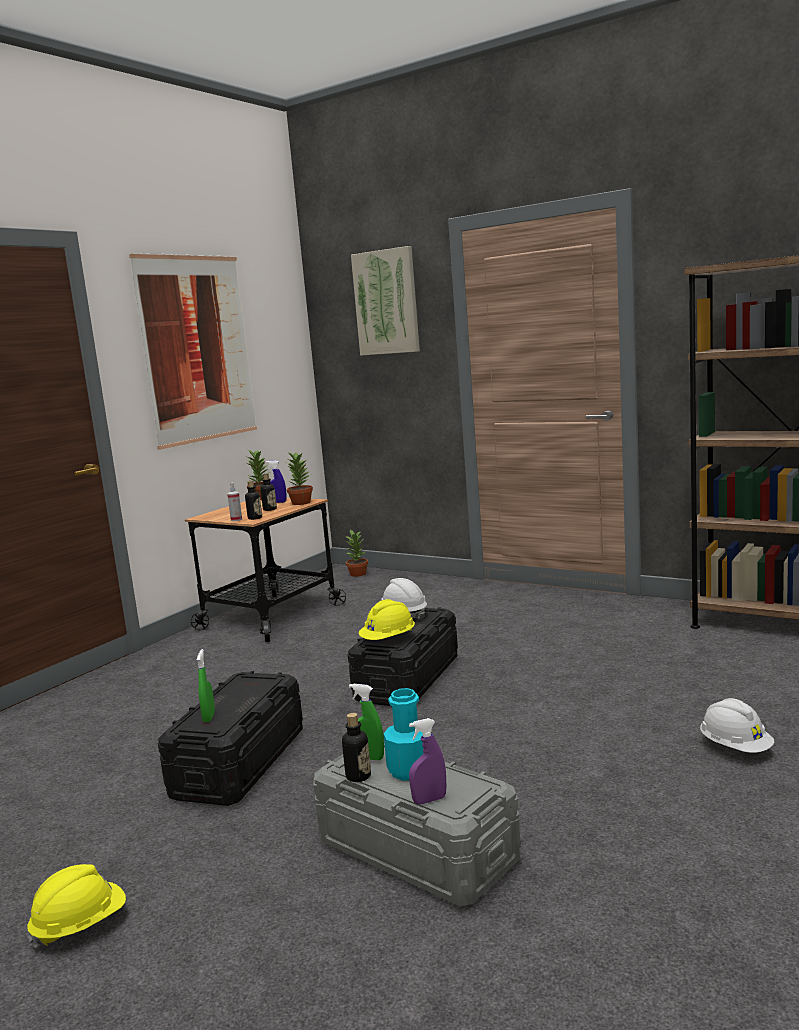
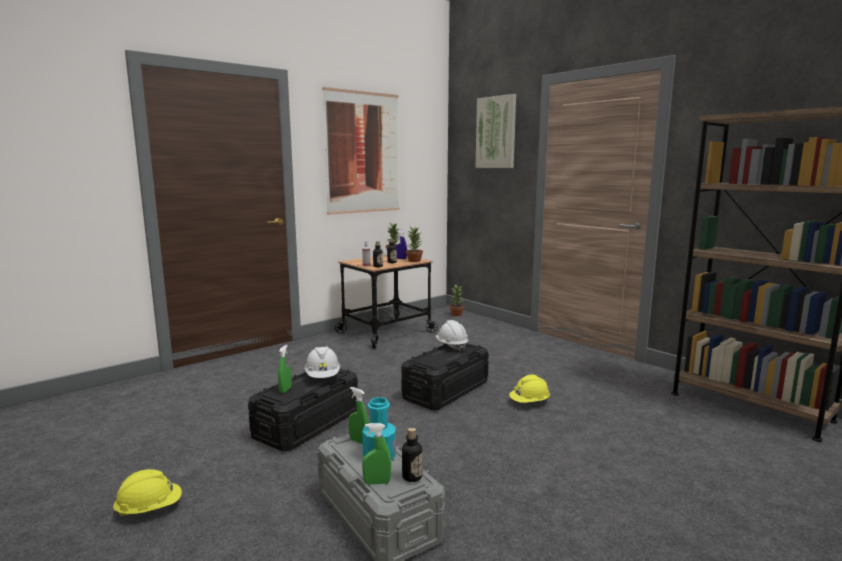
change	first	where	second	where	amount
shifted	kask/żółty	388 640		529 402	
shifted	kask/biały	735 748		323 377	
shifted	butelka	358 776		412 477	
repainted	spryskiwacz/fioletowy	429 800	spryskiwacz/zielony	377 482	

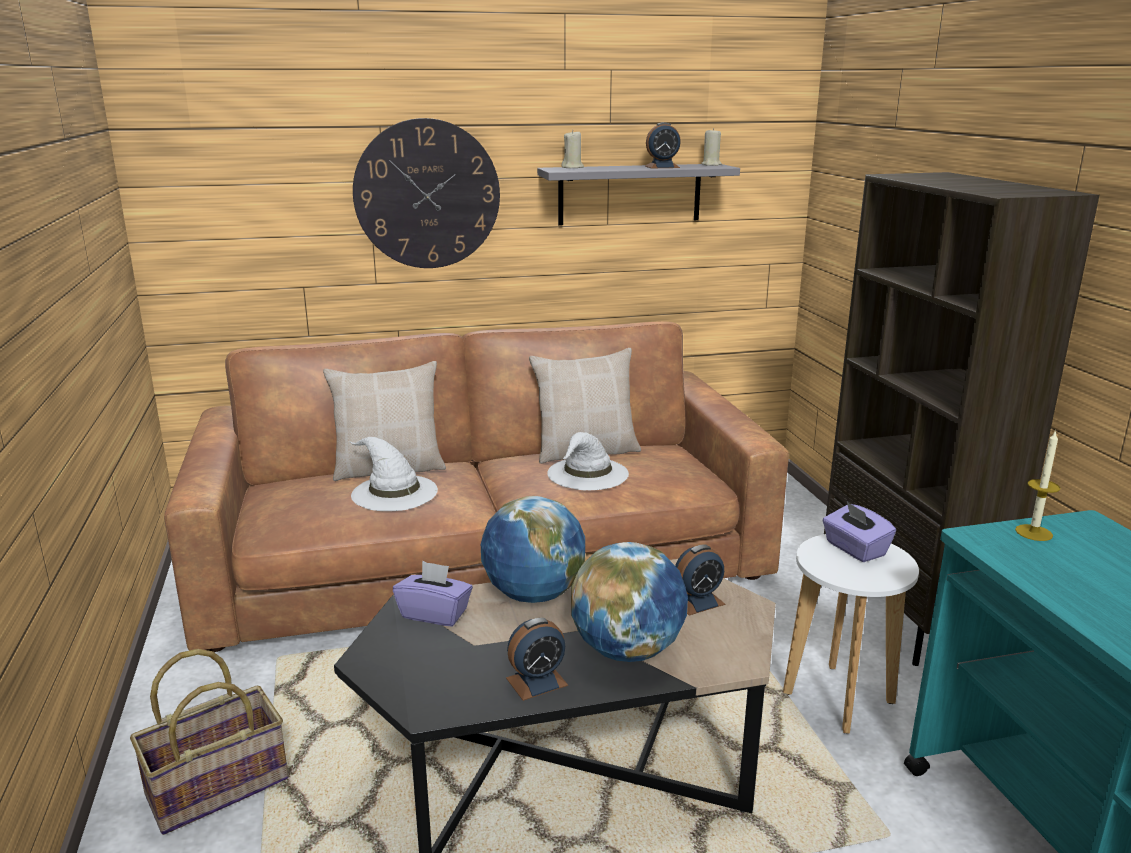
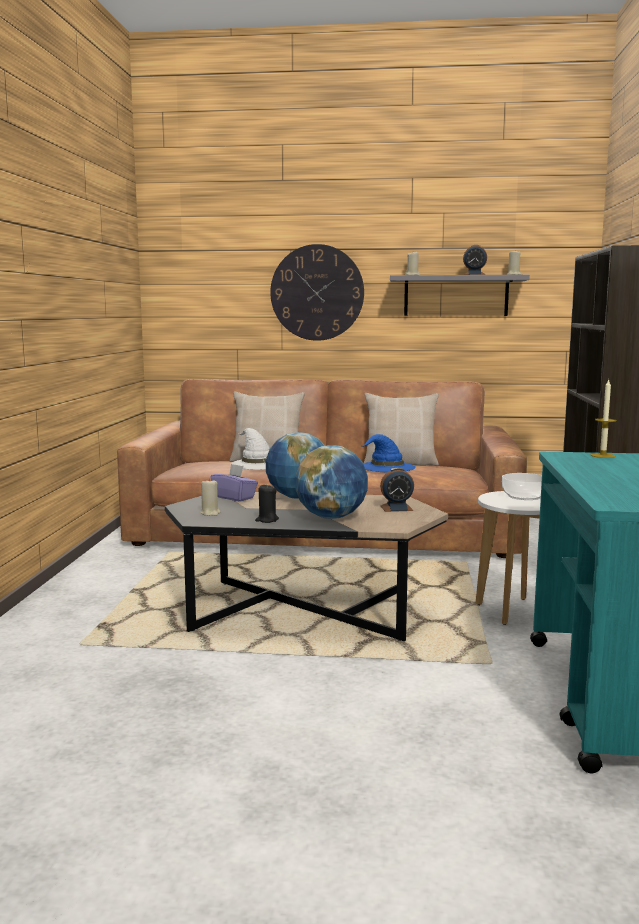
change	first	where	second	where	amount
repainted	kapelusz/biały	587 474	kapelusz/niebieski	387 467	
swapped	pudełko chusteczek/fioletowy	855 549	miska	524 496	
swapped	budzik	536 681	świeca/czarny	267 520	
gone	koszyk	217 785			
new			świeca/beżowy	210 513	

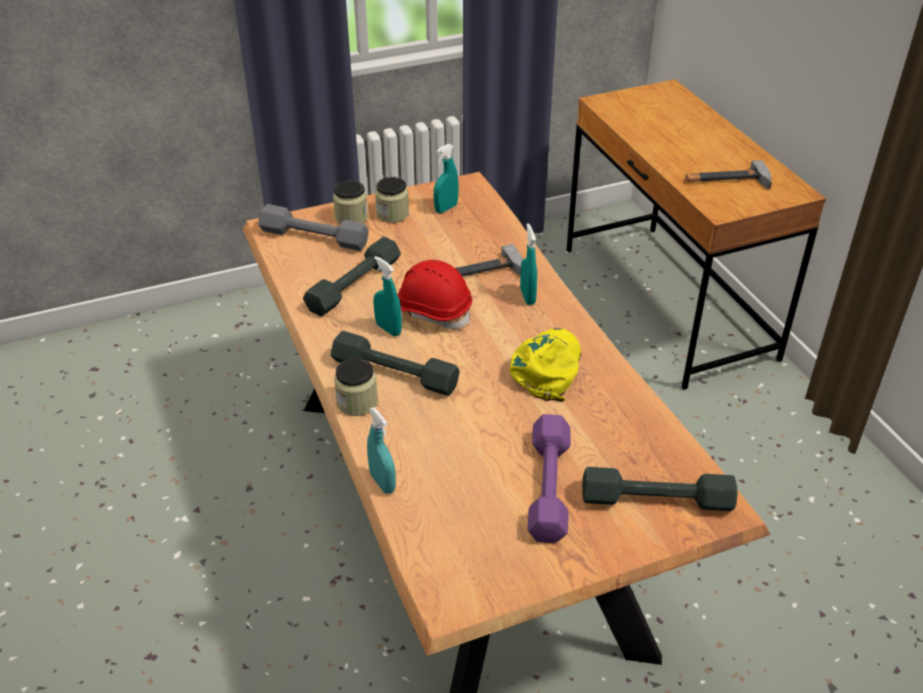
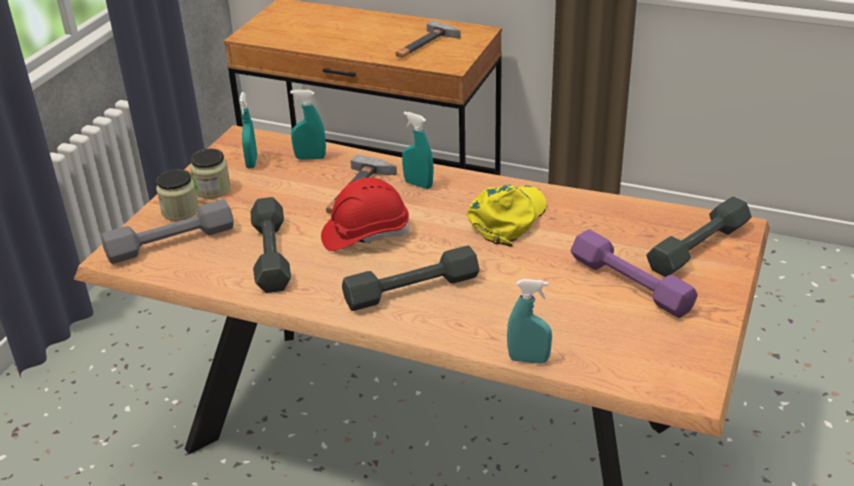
change	first	where	second	where	amount
shifted	spryskiwacz/turkusowy	388 329		310 158	
rotated	czapka z daszkiem/żółty	547 367		508 218	60 degrees clockwise
gone	słoik	357 402			

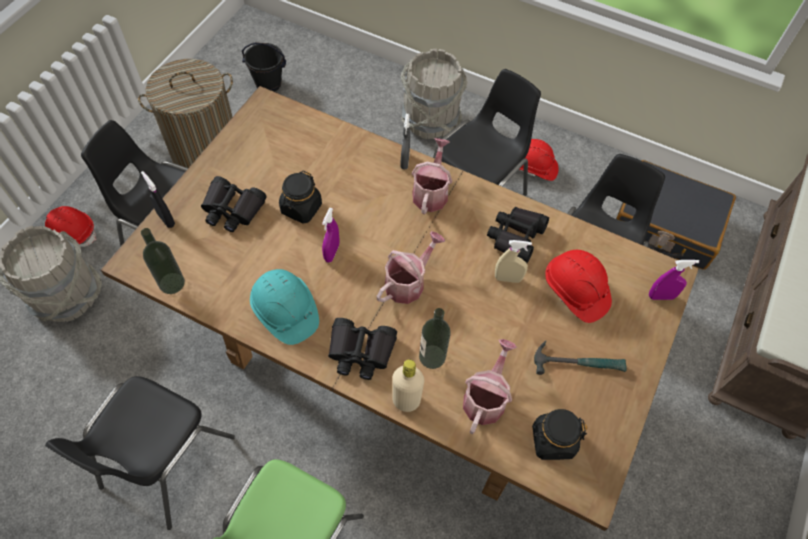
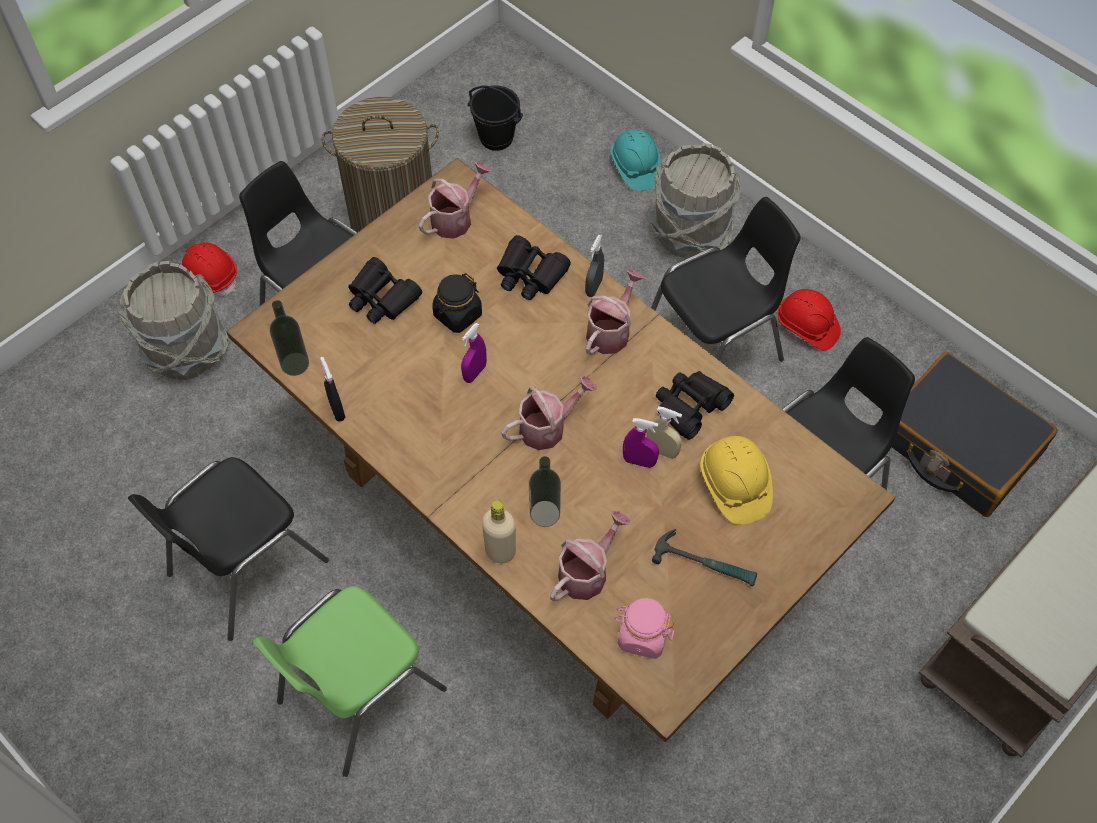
change	first	where	second	where	amount
shifted	spryskiwacz/czarny	166 219		337 410	
repainted	kask/czerwony	575 292	kask/żółty	734 486	
shifted	spryskiwacz/fioletowy	661 296		639 461	
shifted	kask/turkusowy	285 312		635 168	
shifted	lornetka/czarny	360 352		530 275	
repainted	słoik/czarny	552 440	słoik/różowy	642 635	
new			konewka	455 218	

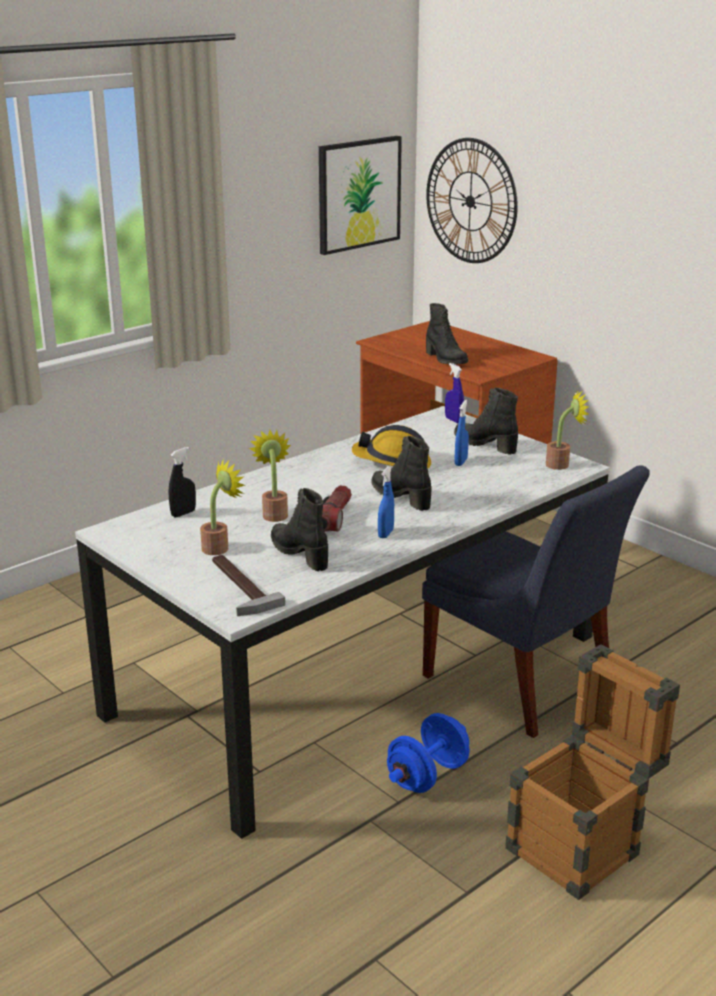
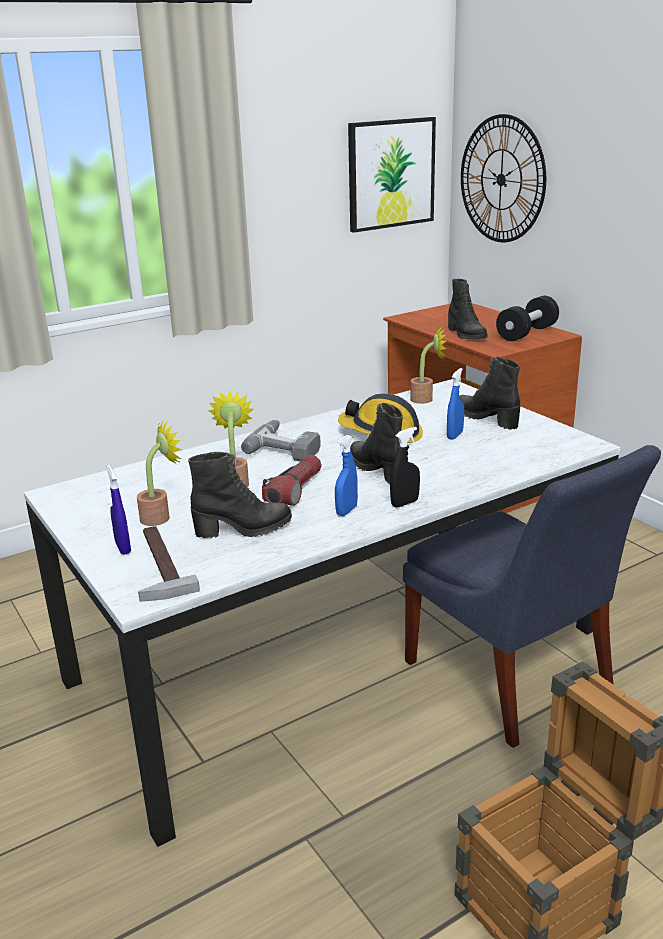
change	first	where	second	where	amount
shifted	spryskiwacz/niebieski	453 420		123 547	
shifted	roślina doniczkowa	562 464		426 399	
shifted	spryskiwacz/czarny	183 513		405 503	
rotated	but z cholewką/czarny	300 554		243 529	105 degrees clockwise
gone	hantel/niebieski	427 776			
new			hantel/czarny	527 333	
new			wiertarka	287 447	

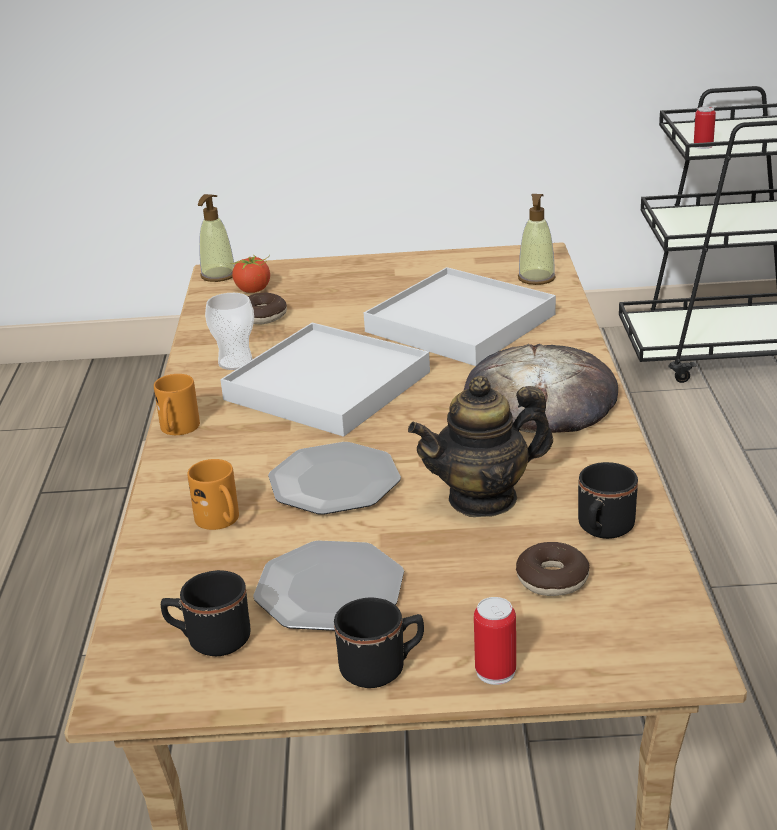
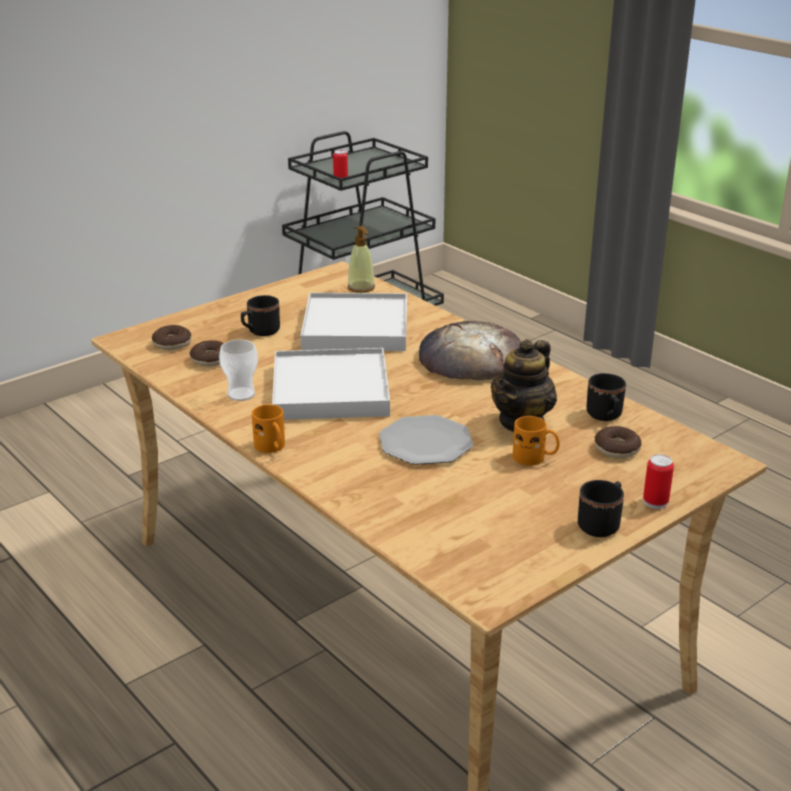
change	first	where	second	where	amount
gone	dozownik mydła	218 275			
swapped	pomidor	253 290	donut	172 344	
shifted	kubek/pomarańczowy	221 521		535 458	
gone	talerz	330 589			
shifted	kubek/czarny	209 640		260 332	

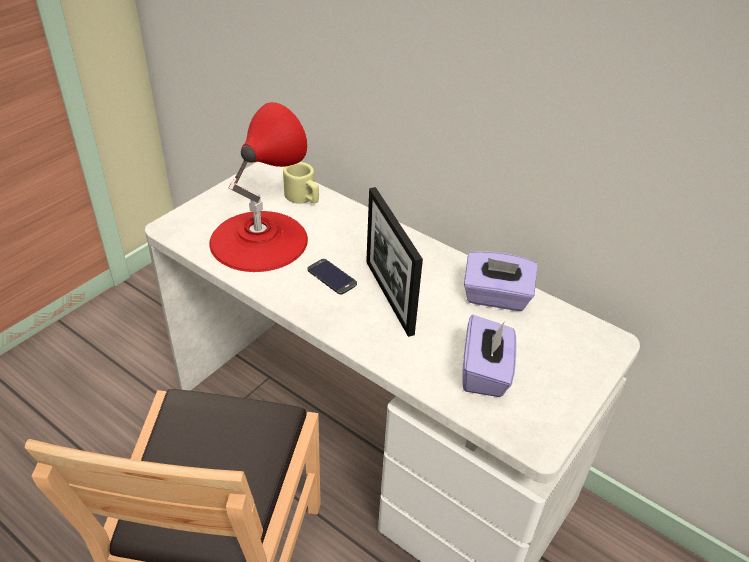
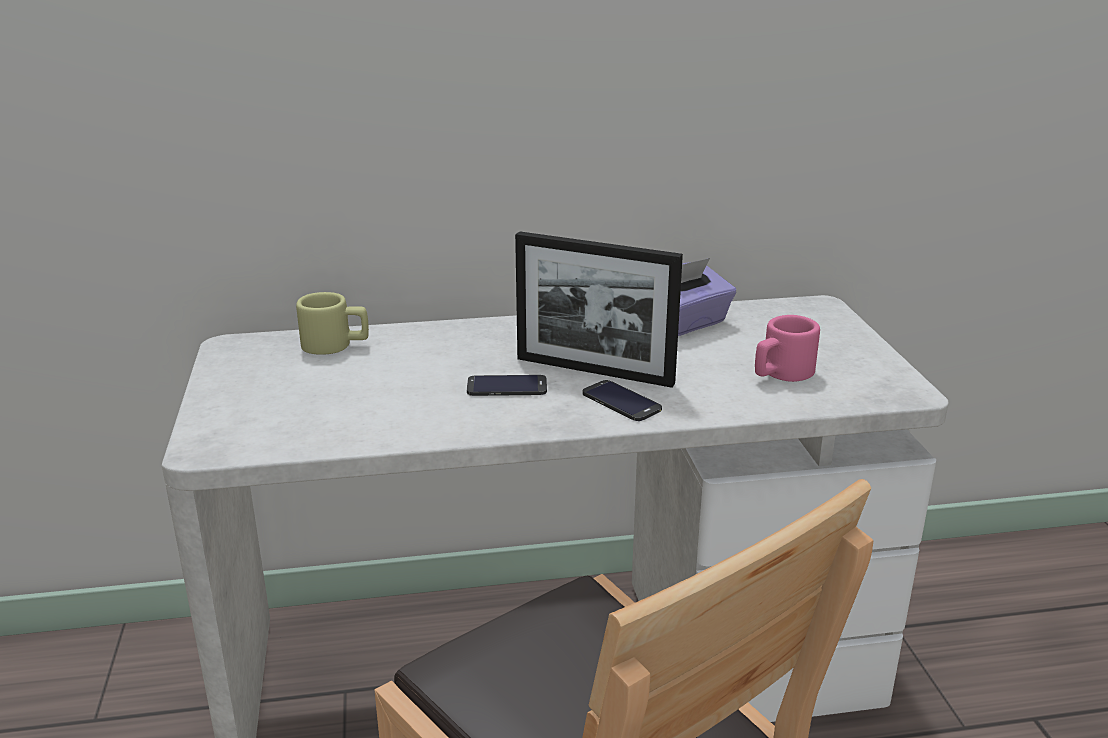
change	first	where	second	where	amount
gone	lampa stołowa/czerwony	258 240			
swapped	pudełko chusteczek/fioletowy	485 372	kubek/różowy	781 373	
new			telefon	621 401	

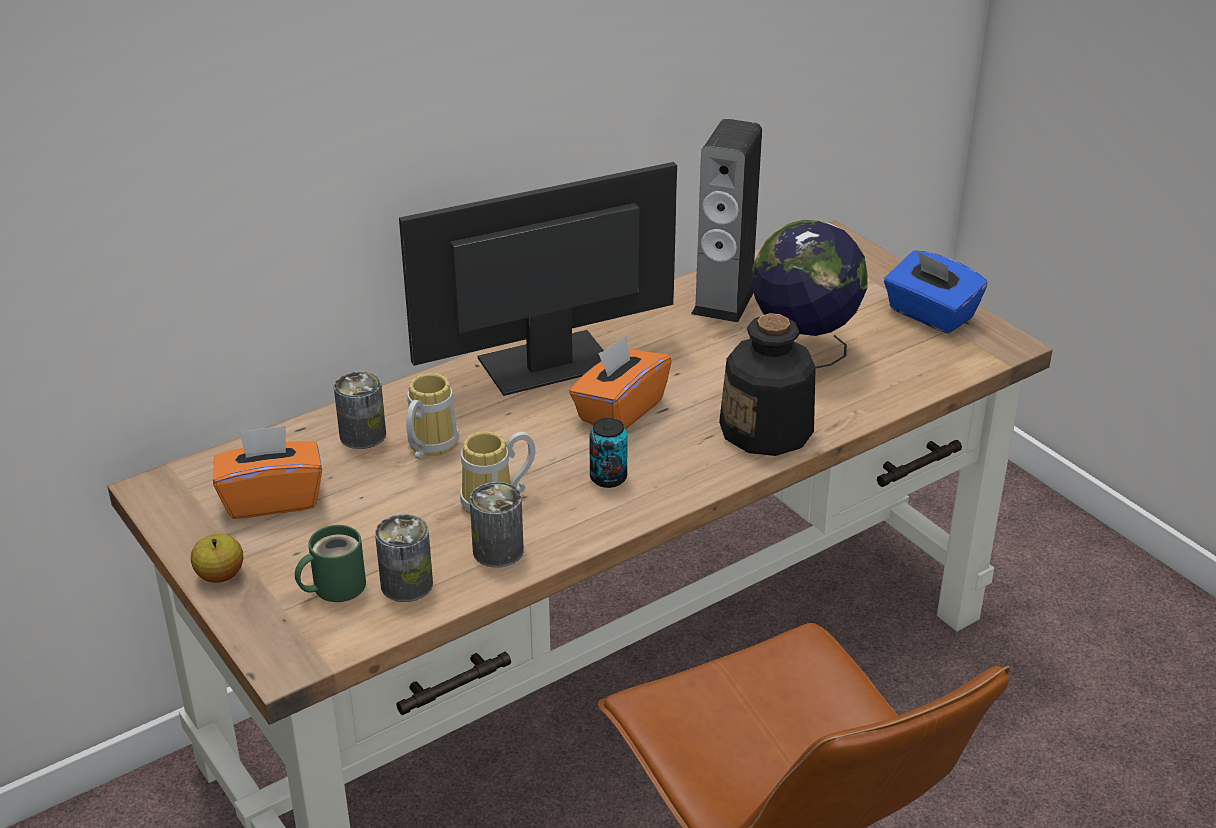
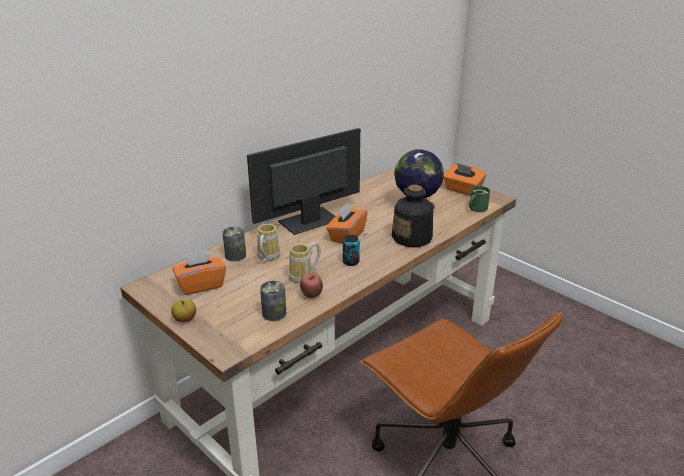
change	first	where	second	where	amount
gone	głośnik	724 300			
repainted	pudełko chusteczek/niebieski	930 315	pudełko chusteczek/pomarańczowy	462 190	
swapped	puszka	498 551	jabłko	311 295	
shifted	kubek/zielony	334 586		476 208	

